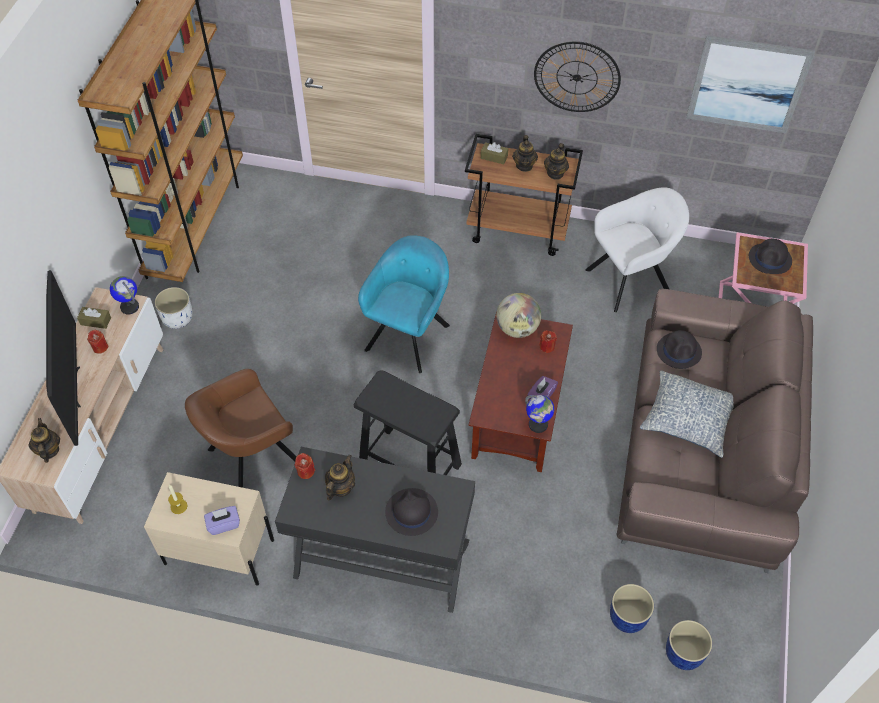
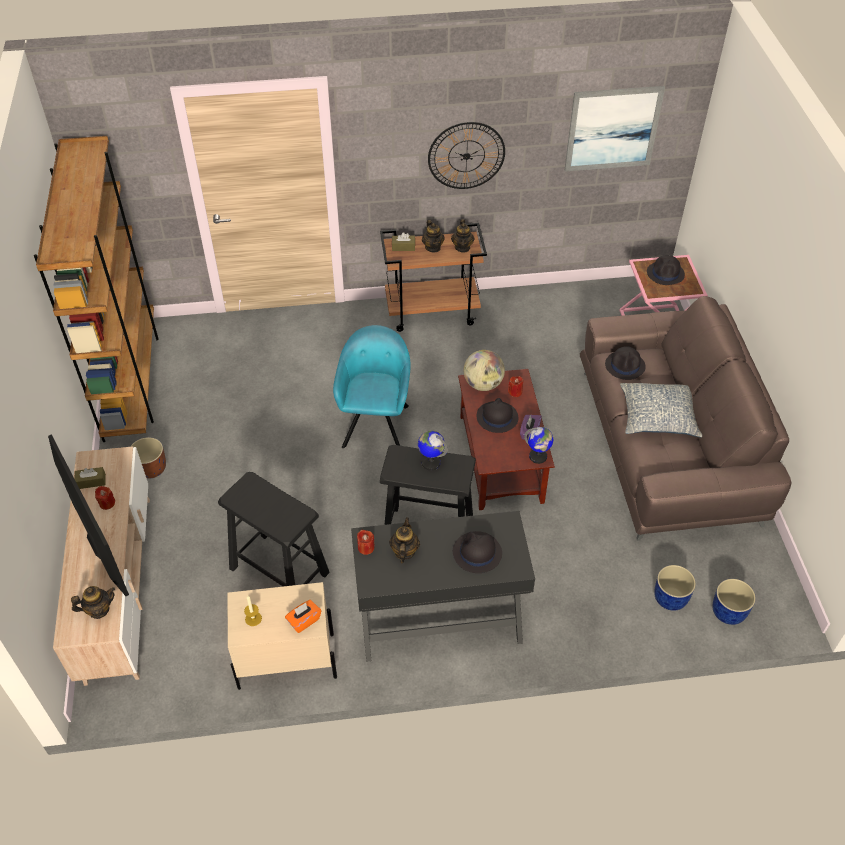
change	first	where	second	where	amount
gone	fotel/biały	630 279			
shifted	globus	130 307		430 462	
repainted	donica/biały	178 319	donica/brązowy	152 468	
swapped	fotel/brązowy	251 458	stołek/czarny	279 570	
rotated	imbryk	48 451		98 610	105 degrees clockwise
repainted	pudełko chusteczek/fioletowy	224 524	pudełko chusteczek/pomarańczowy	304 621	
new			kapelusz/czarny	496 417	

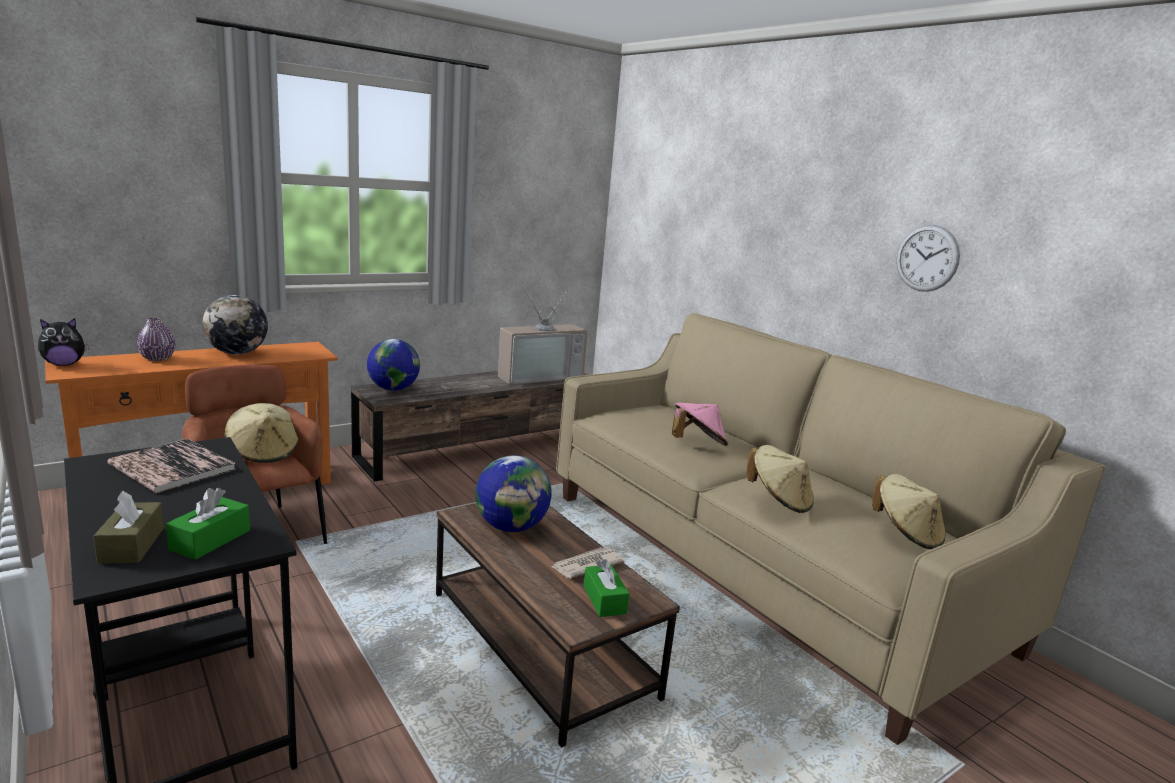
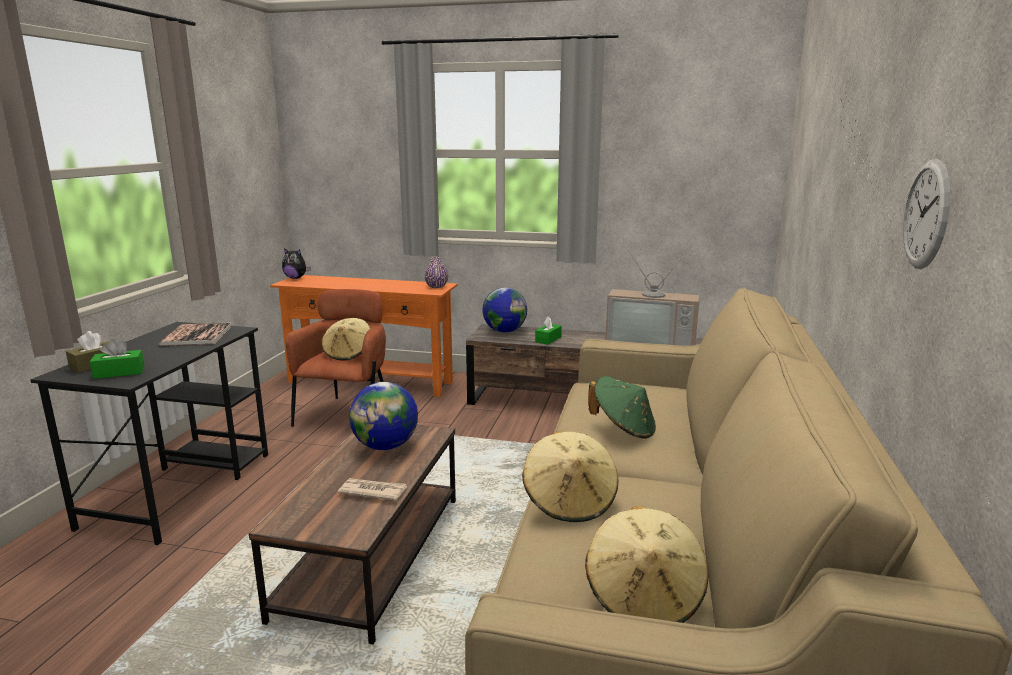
change	first	where	second	where	amount
gone	globus	237 353			
shifted	wazon/fioletowy	158 358		436 286	
repainted	kapelusz/różowy	697 443	kapelusz/zielony	623 429	
shifted	pudełko chusteczek/zielony	604 600		548 339	

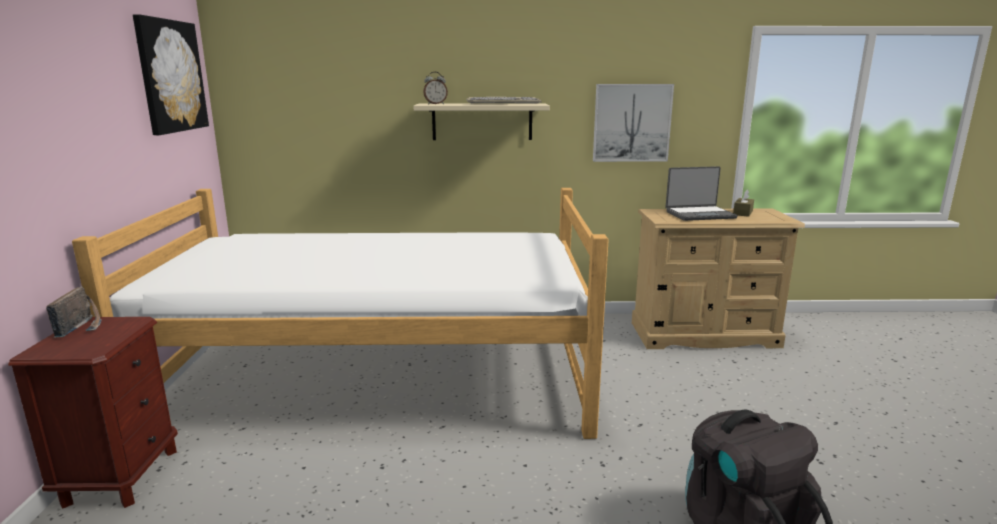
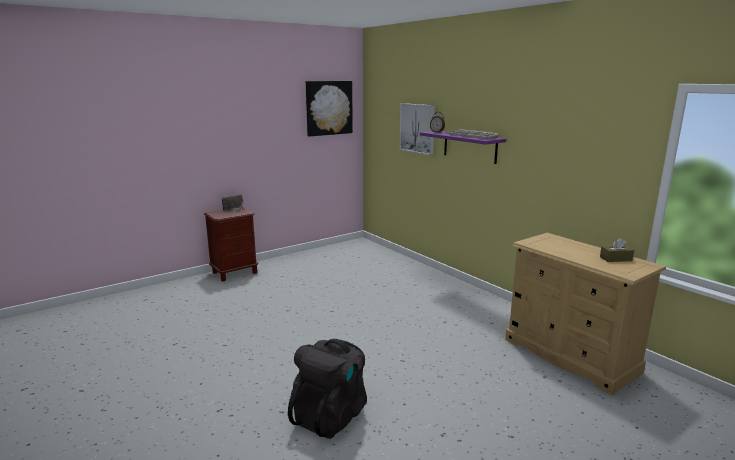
change	first	where	second	where	amount
shifted	obraz	631 123		417 128	
repainted	półka/beżowy	482 121	półka/fioletowy	470 146	
gone	laptop	699 214			
gone	łóżko	379 379			

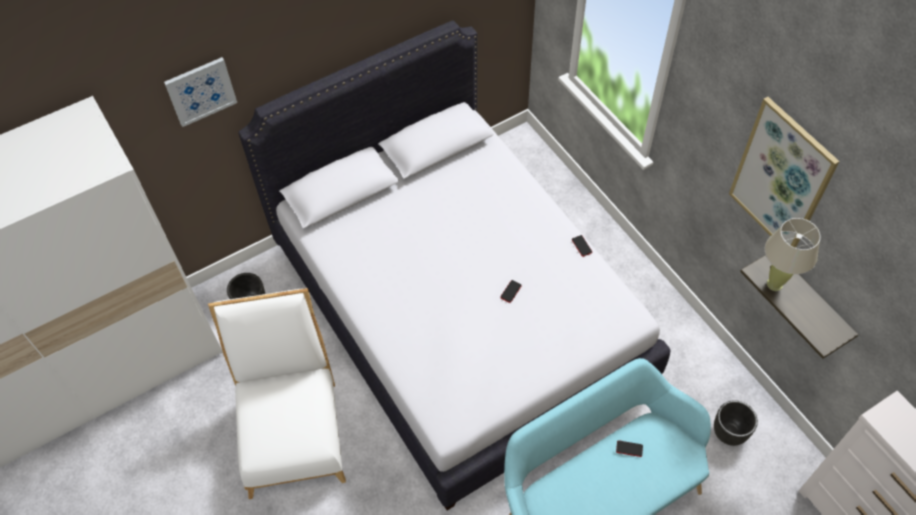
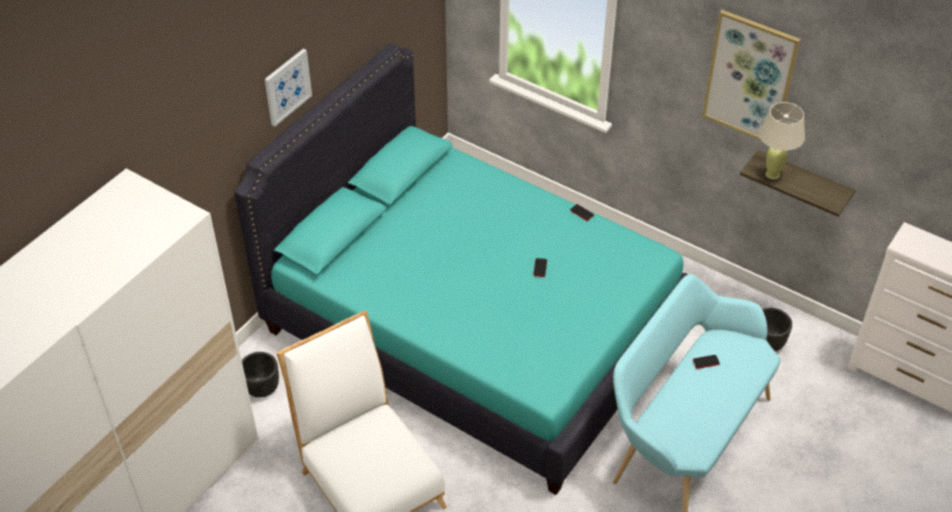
change	first	where	second	where	amount
repainted	łóżko/biały	458 313	łóżko/turkusowy	474 328	
shifted	obraz	201 91		287 86	

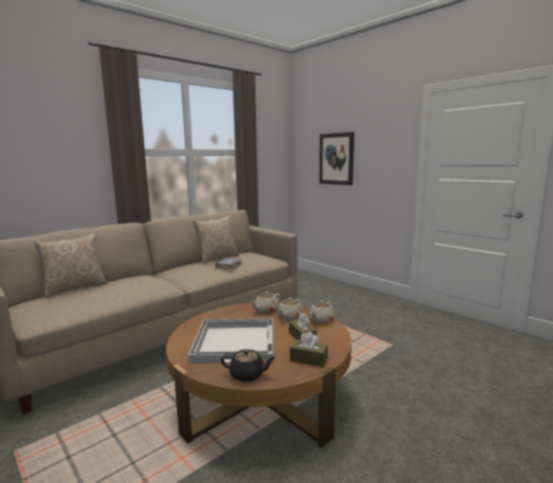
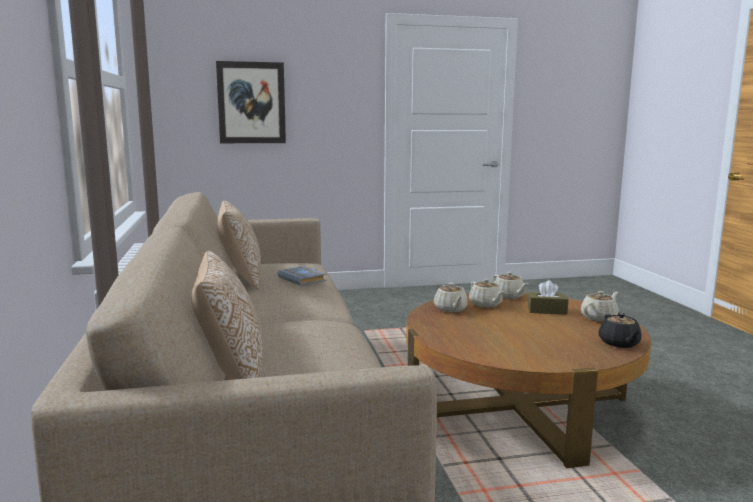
change	first	where	second	where	amount
gone	taca/biały	236 341			
swapped	pudełko chusteczek/brązowy	308 359	imbryk/beżowy	599 318	
rotated	imbryk/czarny	247 375		619 343	135 degrees clockwise

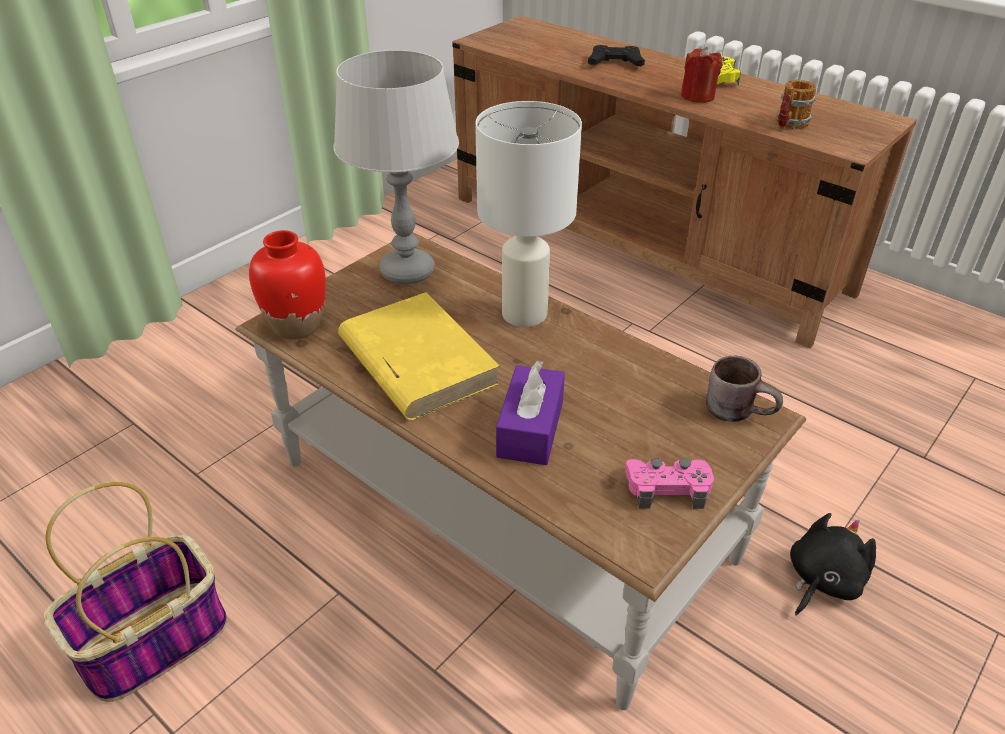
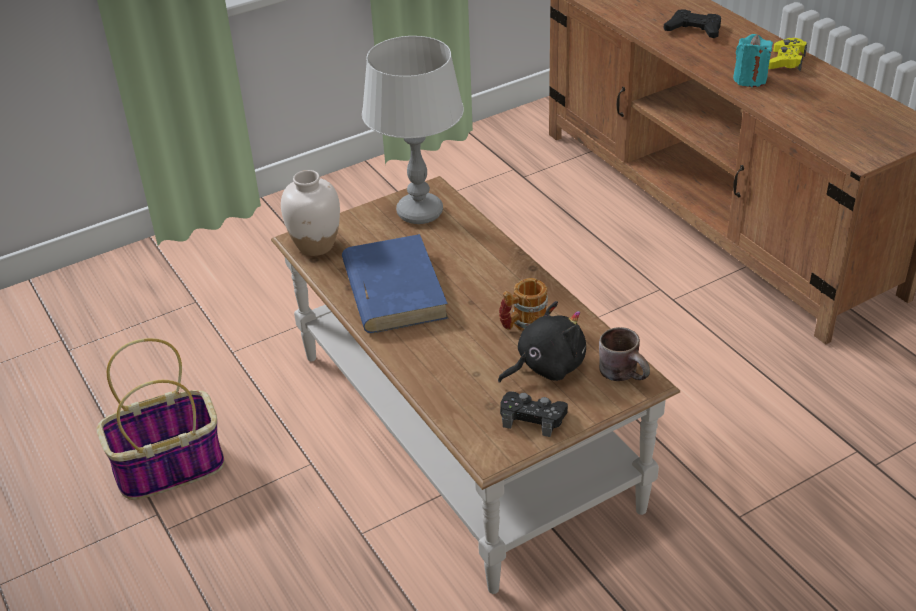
change	first	where	second	where	amount
repainted	świeca/czerwony	697 96	świeca/turkusowy	750 79	
shifted	kubek	788 125		523 324	
gone	lampa stołowa/biały	526 314			
repainted	wazon/czerwony	297 327	wazon/biały	315 245	
repainted	książka/żółty	416 361	książka/niebieski	393 289	
gone	pudełko chusteczek/fioletowy	530 429			
repainted	pad do gier/różowy	667 488	pad do gier/czarny	532 418	
shifted	pluszak/czarny	822 580		546 366	

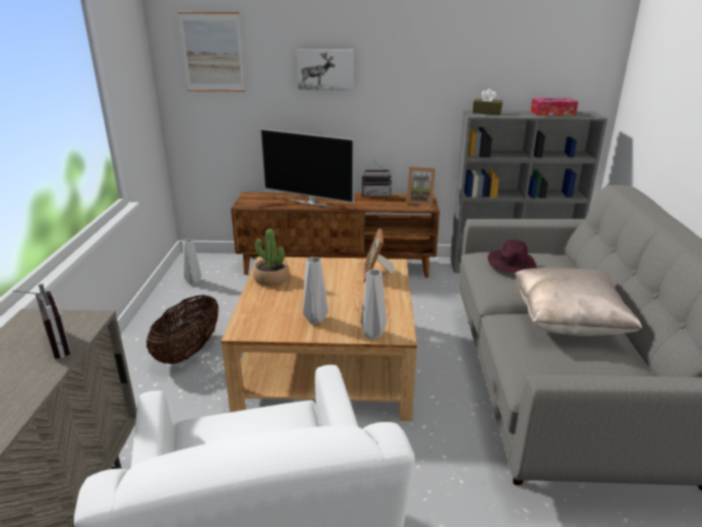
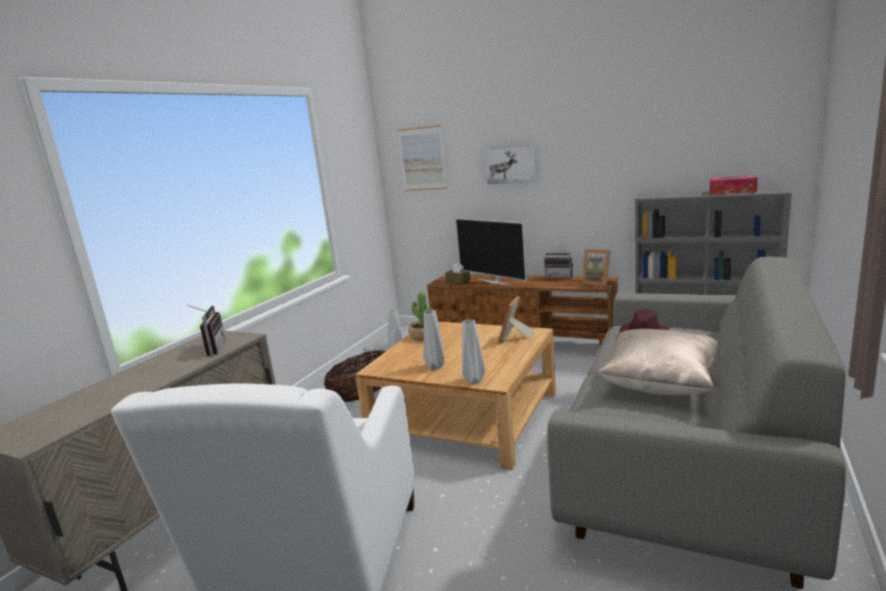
change	first	where	second	where	amount
shifted	pudełko chusteczek/brązowy	486 112		458 281	

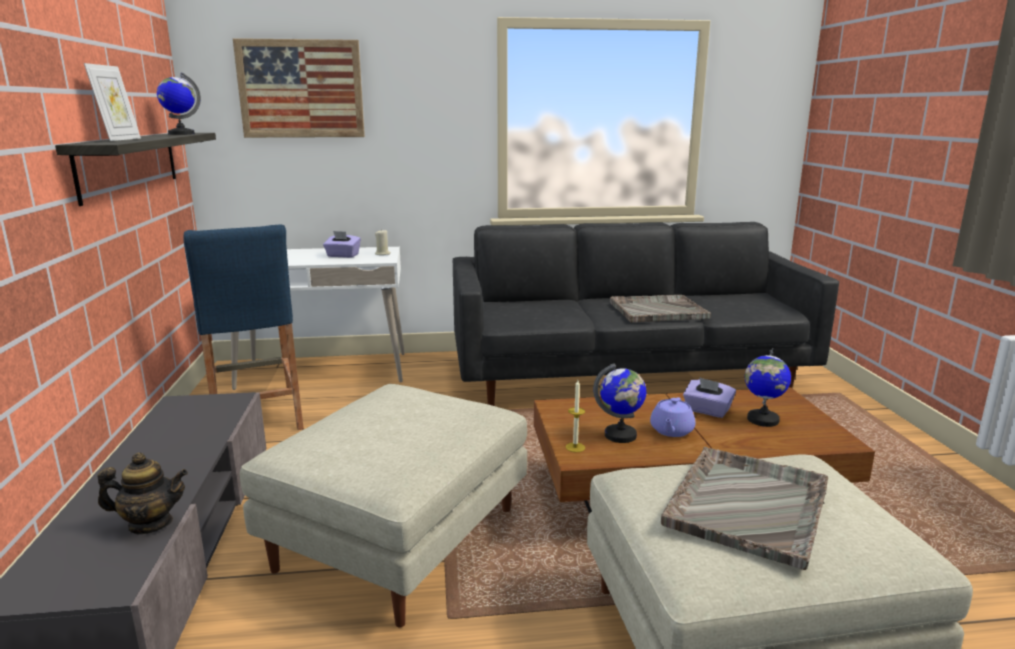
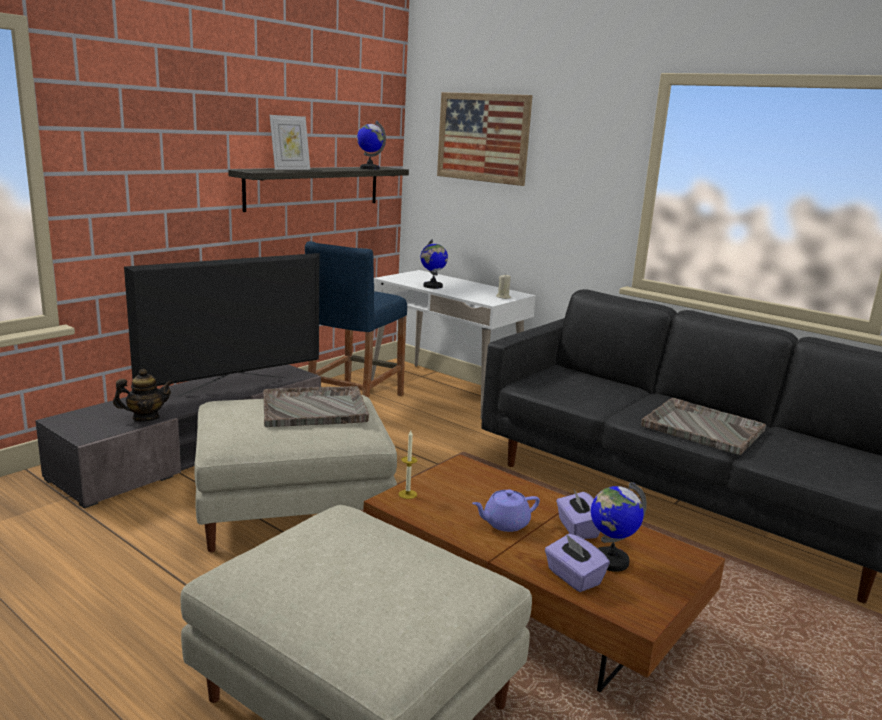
change	first	where	second	where	amount
shifted	pudełko chusteczek/fioletowy	342 255		573 577	
shifted	globus	620 435		432 286	
shifted	taca/szary	748 504		315 409	
rotated	imbryk	150 524		145 418	60 degrees counterclockwise
new			telewizor	233 387	

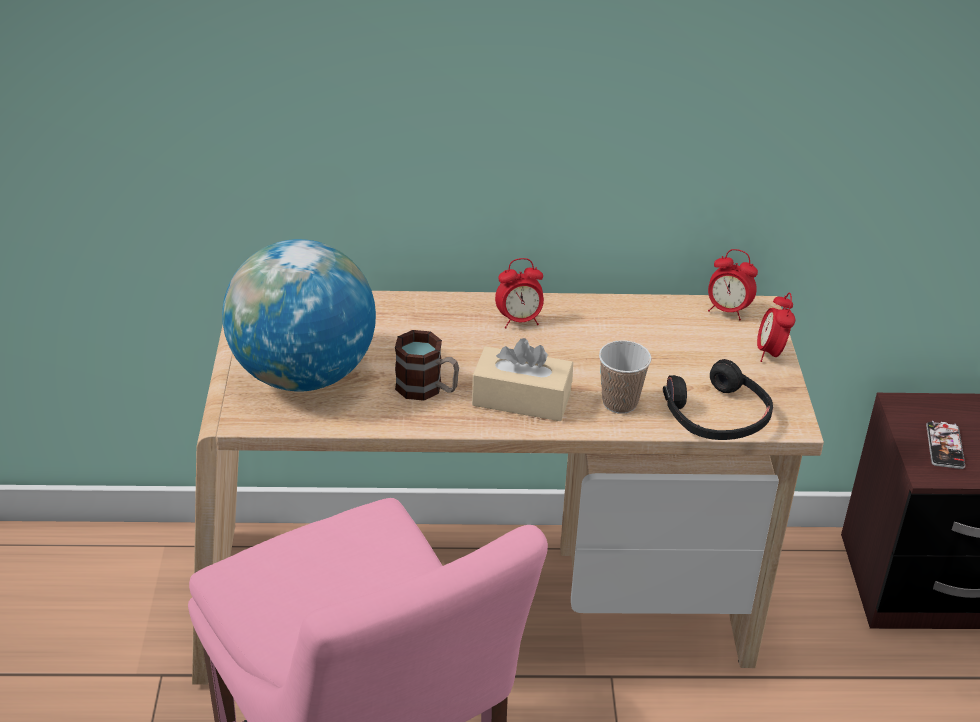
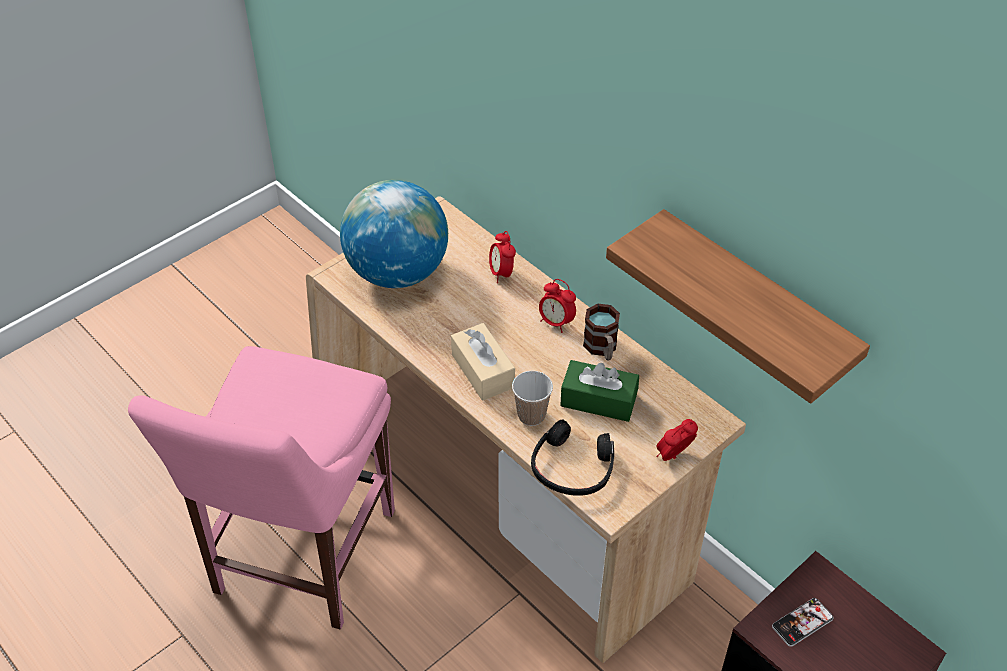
change	first	where	second	where	amount
shifted	budzik	727 311		501 273	
shifted	kubek	427 389		602 348	
new			półka	754 308	
new			pudełko chusteczek/zielony	598 400	

